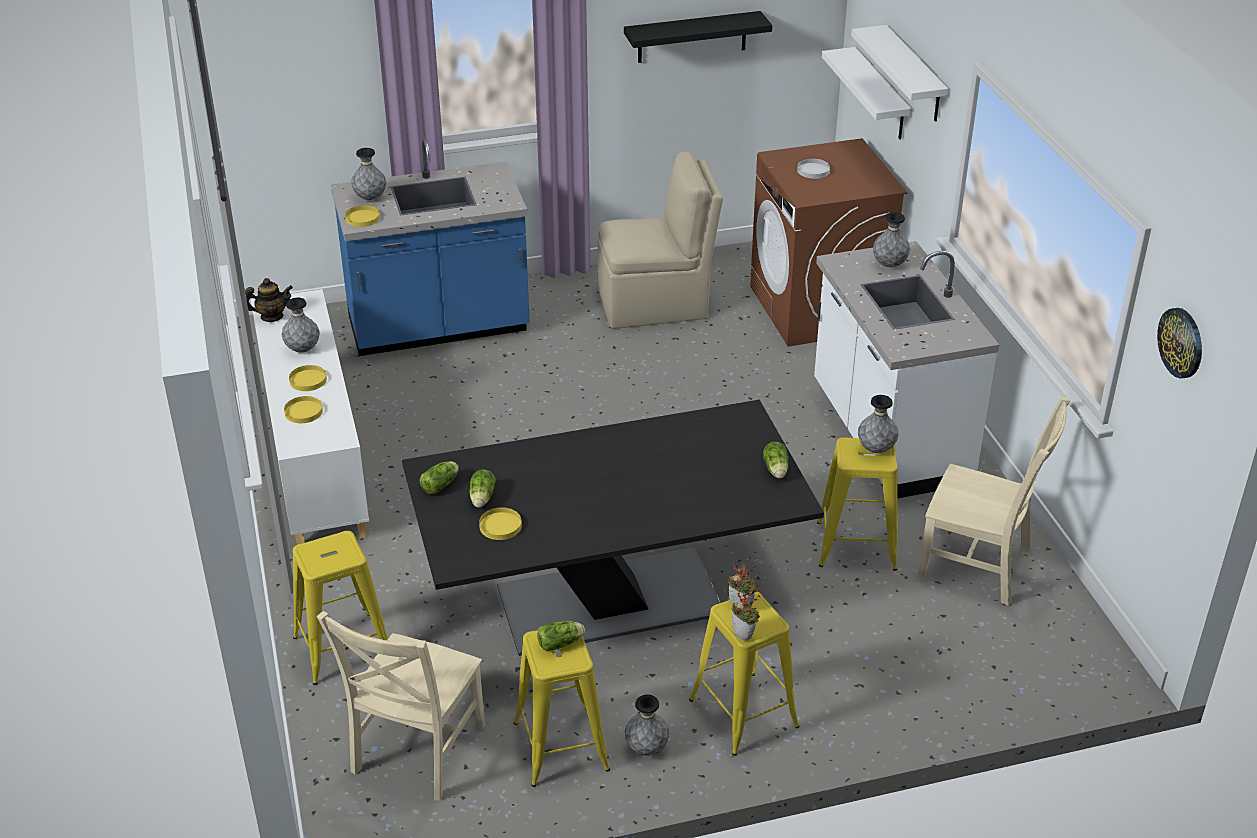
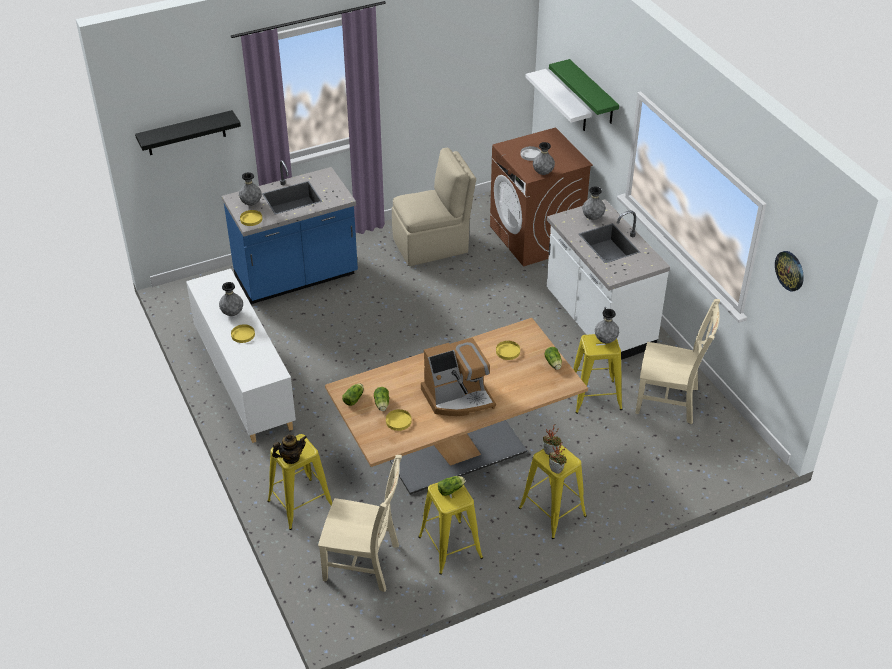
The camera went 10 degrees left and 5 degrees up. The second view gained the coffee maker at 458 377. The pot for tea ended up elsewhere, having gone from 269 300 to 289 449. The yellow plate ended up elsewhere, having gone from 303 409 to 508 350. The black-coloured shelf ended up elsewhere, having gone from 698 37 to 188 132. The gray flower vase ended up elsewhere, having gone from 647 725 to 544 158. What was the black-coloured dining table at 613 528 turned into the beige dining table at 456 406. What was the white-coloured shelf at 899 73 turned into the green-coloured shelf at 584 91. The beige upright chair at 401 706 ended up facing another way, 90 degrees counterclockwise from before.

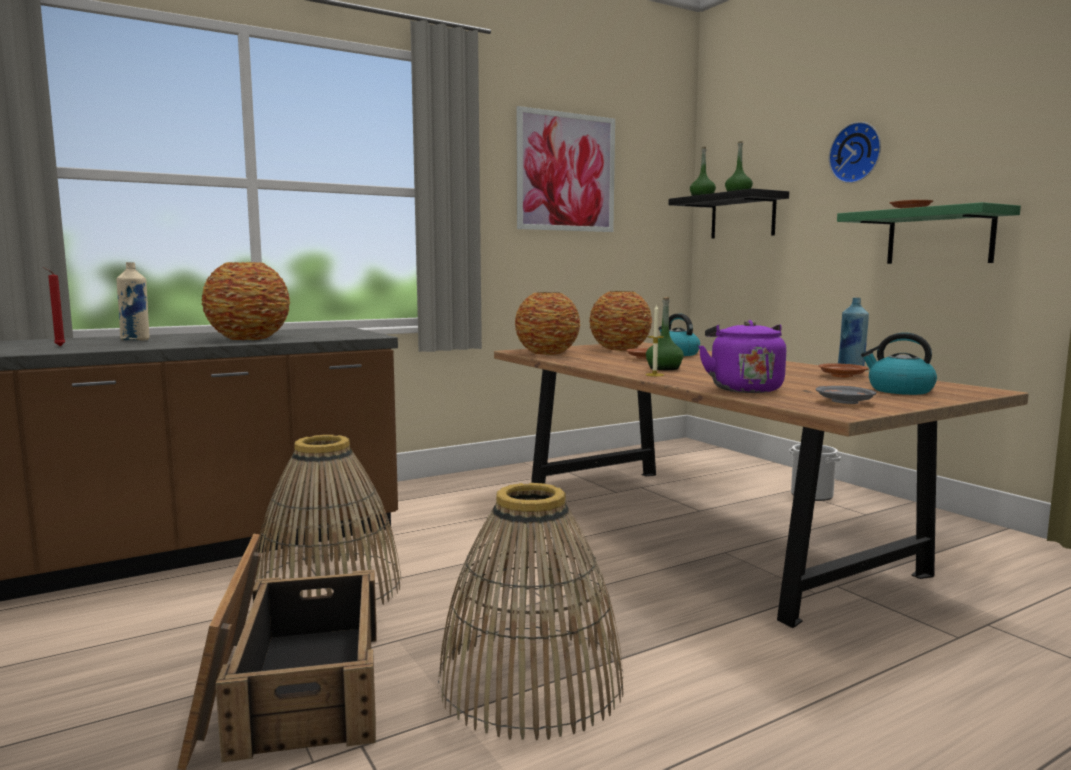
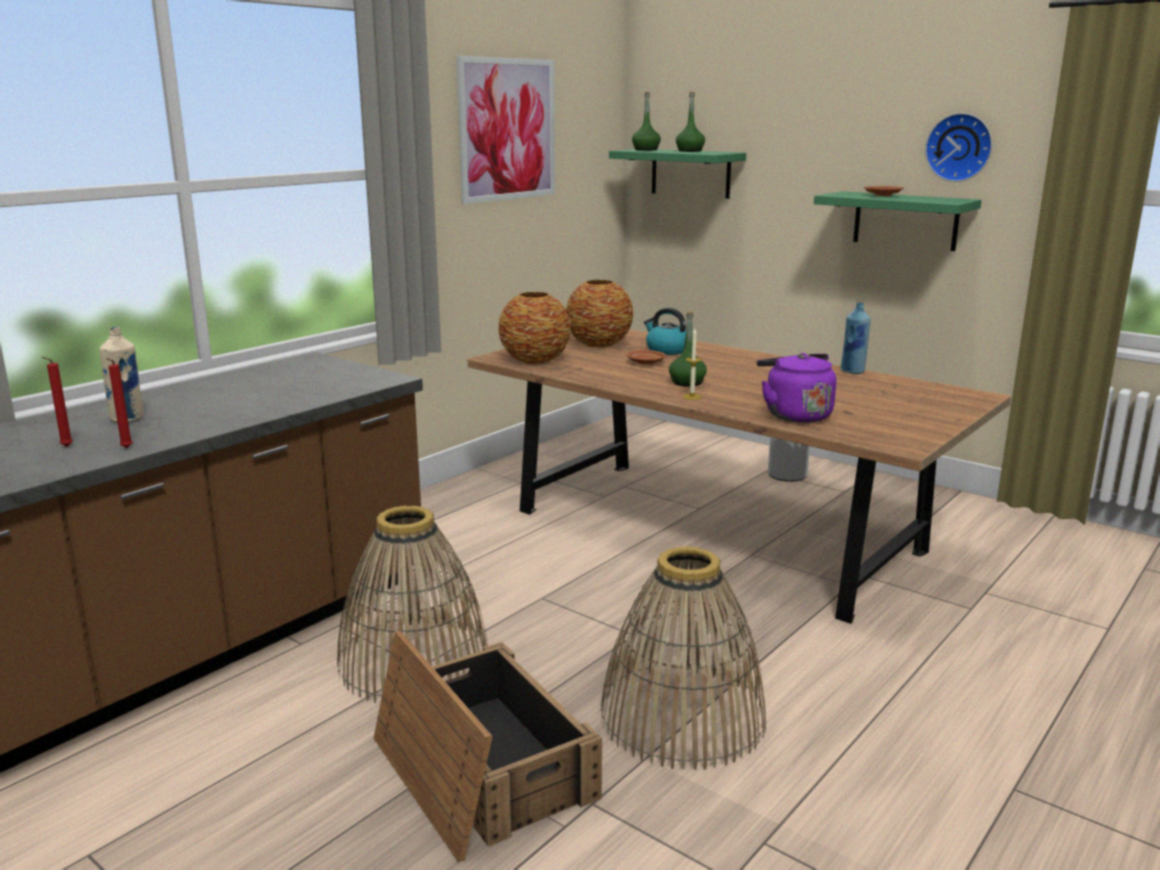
The camera went 20 degrees left and 10 degrees up. The second view lost the flower vase at 245 301. The second view lost the gray plate at 846 395. The second view lost the brown plate at 844 370. The second view lost the kettle at 899 363. The second view gained the red wax light at 119 403. The clock on the wall ended up elsewhere, having gone from 855 152 to 958 147. What was the black-coloured shelf at 728 213 turned into the green-coloured shelf at 677 174.

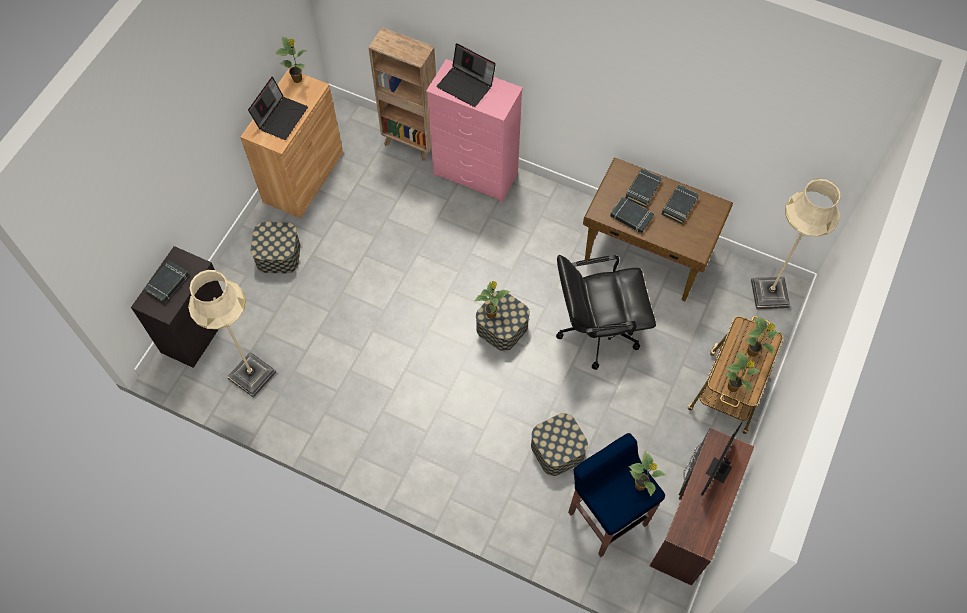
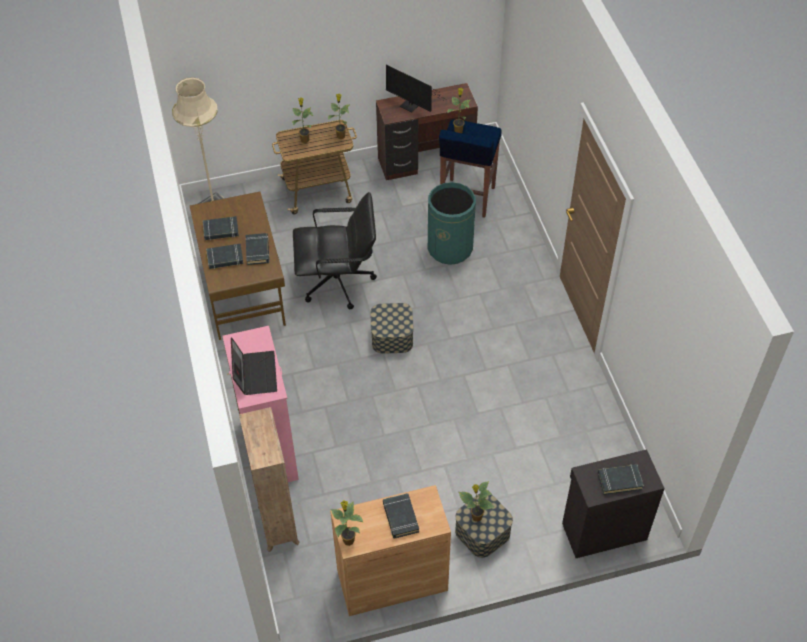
The camera went 130 degrees left and 10 degrees down. The second view lost the beige standard lamp at 232 334. The plant in a pot ended up elsewhere, having gone from 493 300 to 476 501. Where the laptop stood at 278 108, the black-coloured volume came to stand at 401 516. Where the storage box stood at 559 444, the green-coloured trash can came to stand at 452 223. The black-coloured desk chair at 606 312 ended up facing another way, 45 degrees counterclockwise from before. The computer display at 722 460 ended up facing another way, 45 degrees clockwise from before.

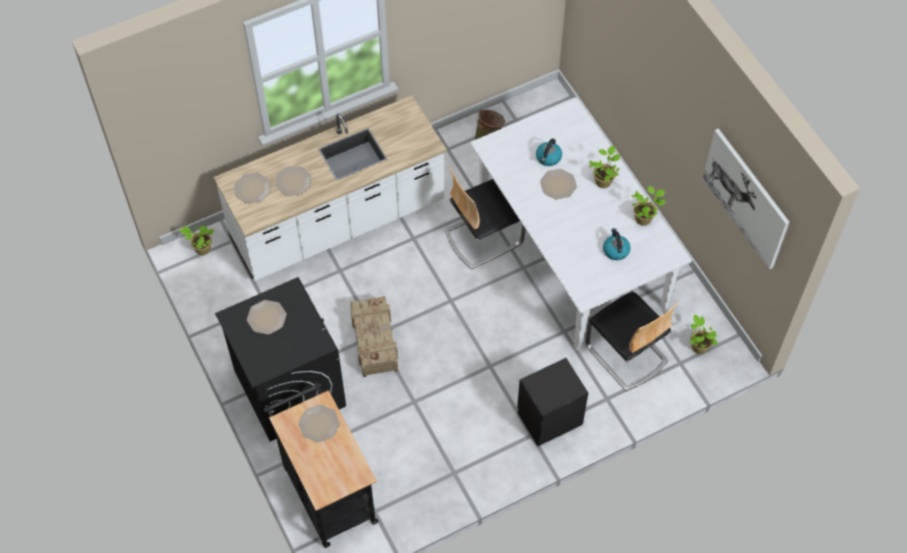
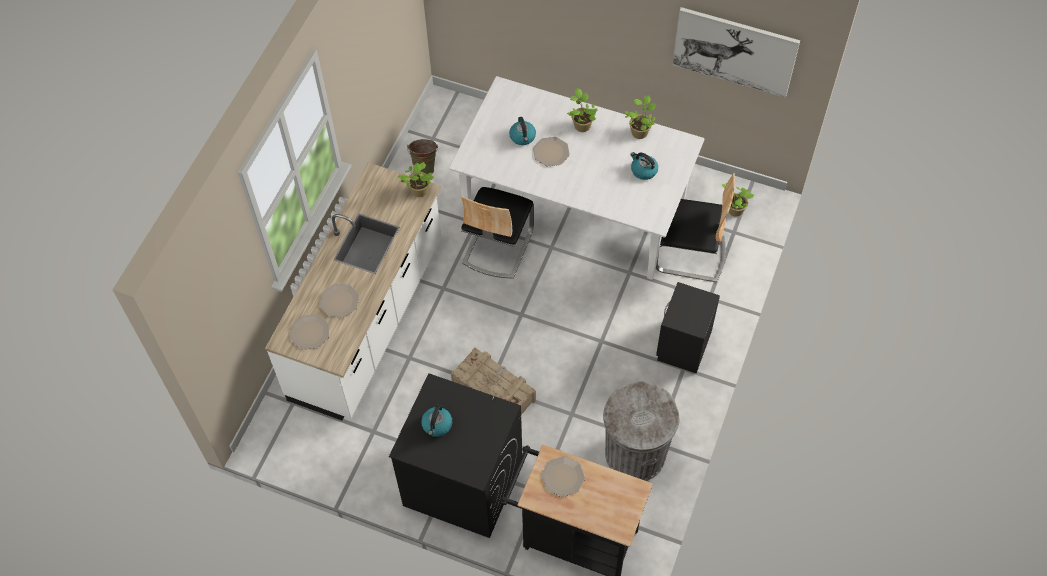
The camera went 40 degrees left and 0 degrees up. The second view gained the gray trash can at 641 431. The plant in a pot ended up elsewhere, having gone from 196 240 to 416 179. Where the plate stood at 267 317, the kettle came to stand at 436 421.

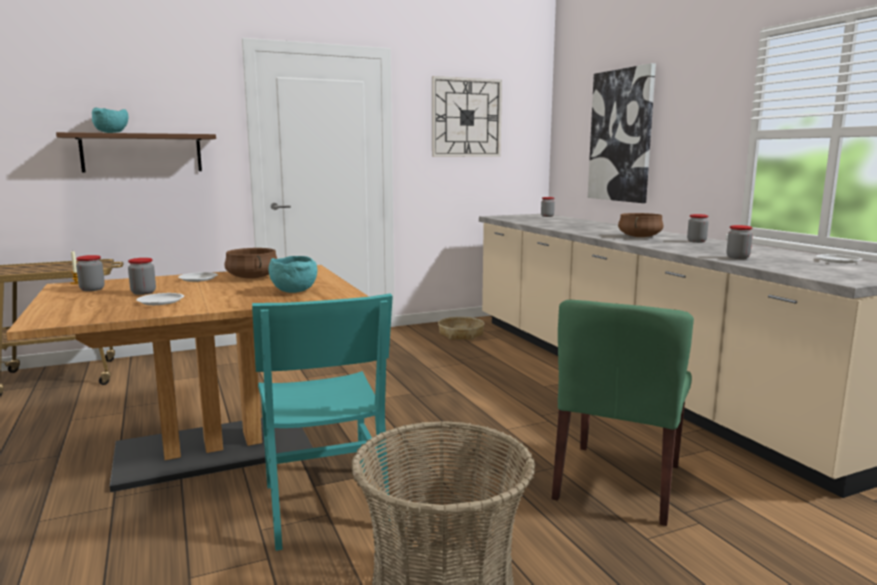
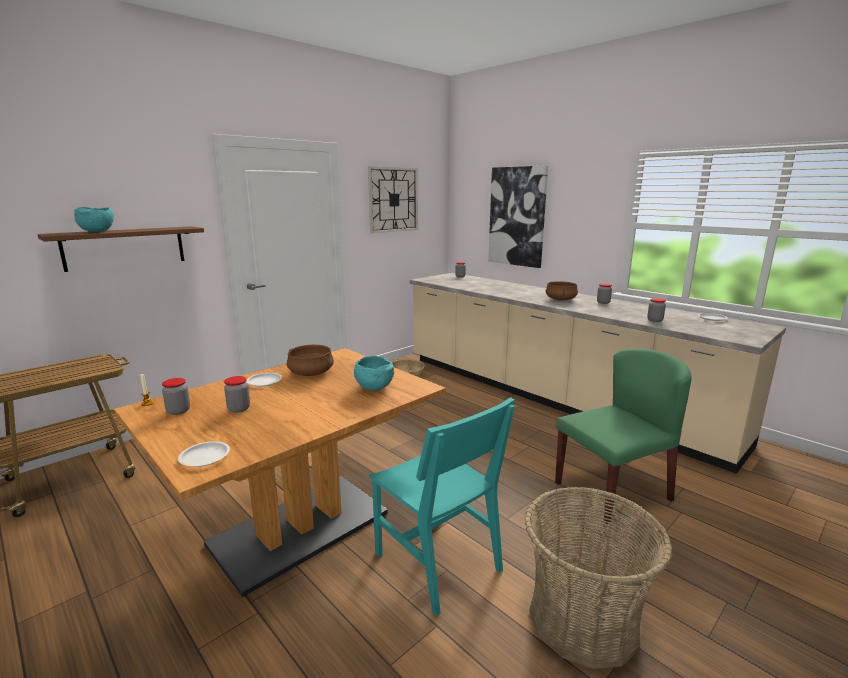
The camera went 20 degrees left and 5 degrees up. The white-coloured plate ended up elsewhere, having gone from 160 299 to 204 454. The green-coloured upright chair at 623 413 ended up facing another way, 120 degrees counterclockwise from before.

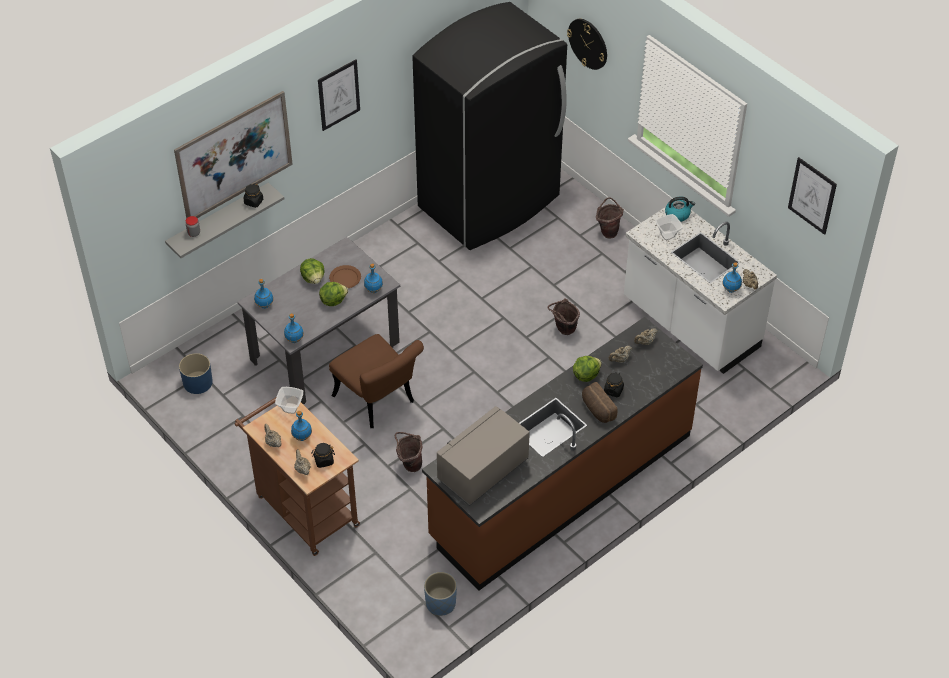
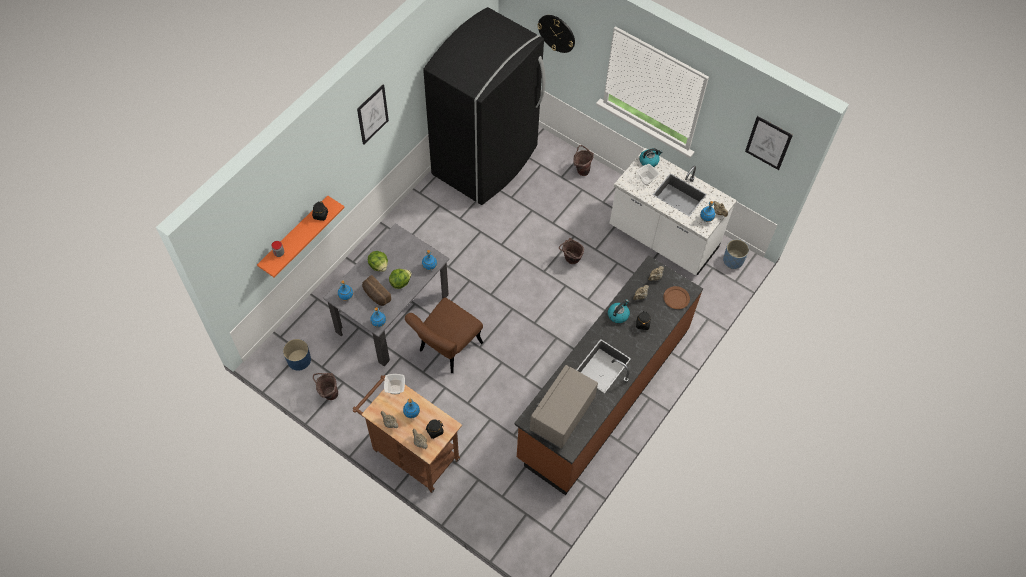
The camera went 15 degrees left and 10 degrees up. The second view lost the wall picture at 233 155. The brown plate ended up elsewhere, having gone from 345 276 to 676 297. The brown water bucket ended up elsewhere, having gone from 408 452 to 325 386. The blue planter ended up elsewhere, having gone from 440 594 to 736 254. The bakery bread ended up elsewhere, having gone from 600 402 to 376 290. Where the head of lettuce stood at 587 369, the kettle came to stand at 619 311. What was the gray shelf at 224 220 turned into the orange-coloured shelf at 300 236. The brown upright chair at 376 381 ended up facing another way, 90 degrees clockwise from before.

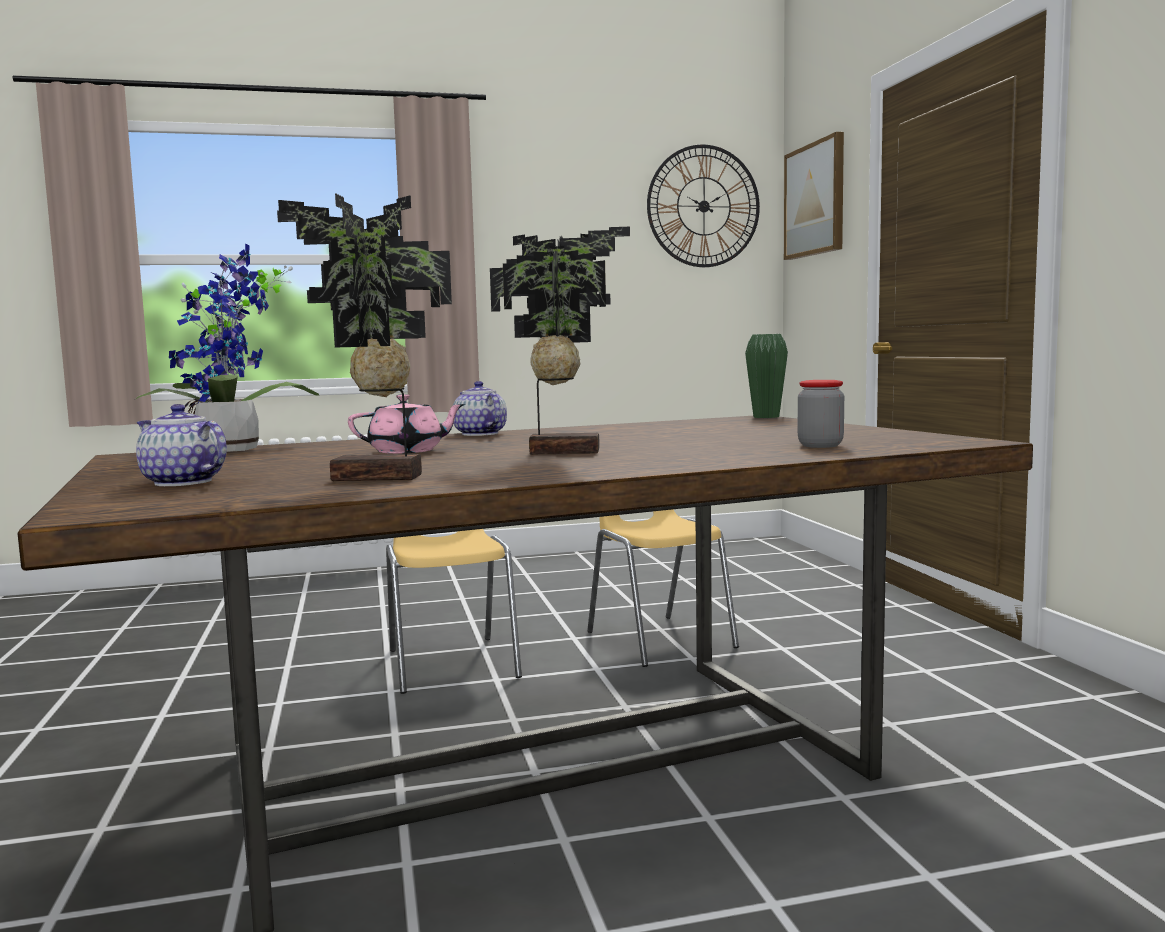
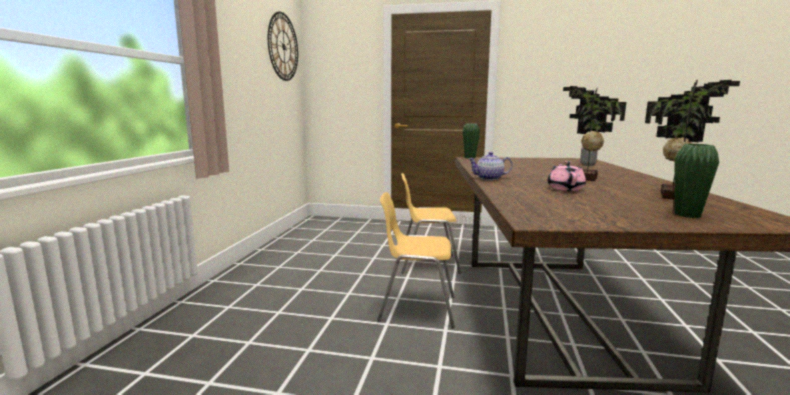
The camera went 65 degrees left and 5 degrees up. The second view lost the plant in a pot at 227 347. The second view lost the wall picture at 814 196. Where the pot for tea stood at 181 445, the green-coloured flower vase came to stand at 697 181.

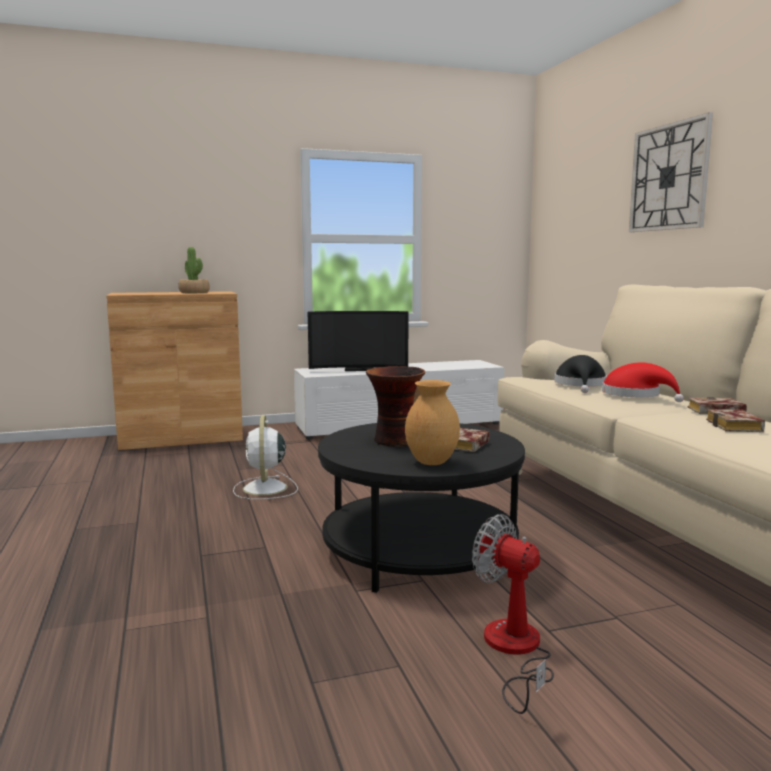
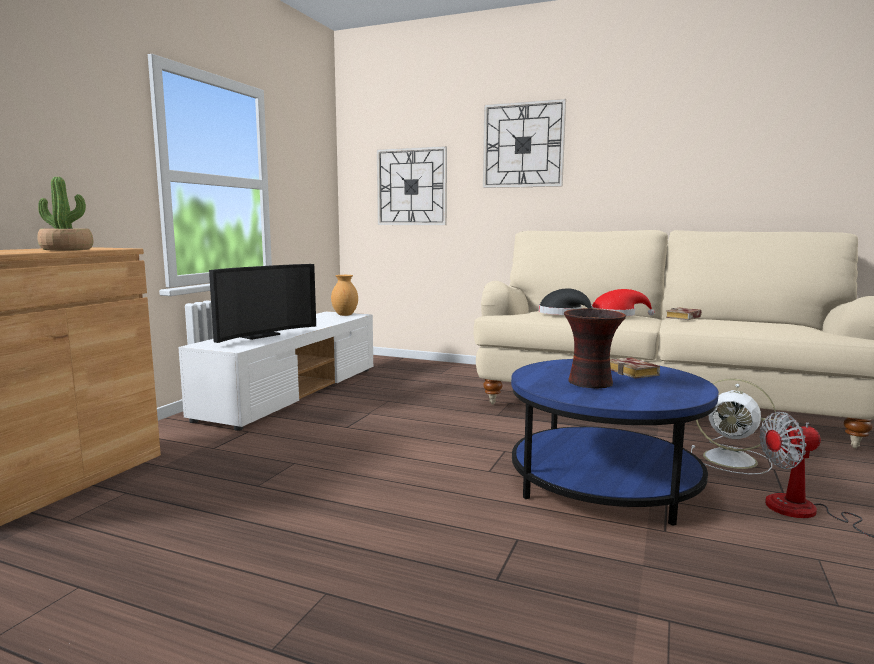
The camera went 50 degrees left and 0 degrees up. The second view lost the volume at 735 420. The second view gained the clock on the wall at 412 185. The white-coloured electric fan ended up elsewhere, having gone from 265 457 to 733 426. The brown flower vase ended up elsewhere, having gone from 432 422 to 344 295. What was the black-coloured low table at 421 508 turned into the blue low table at 615 442.

